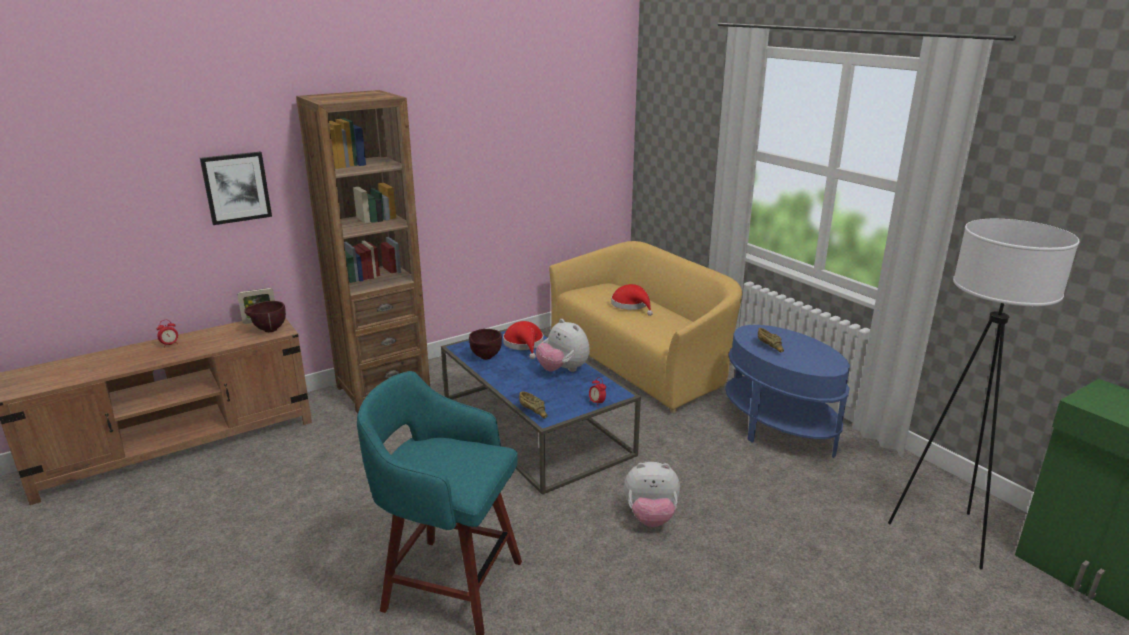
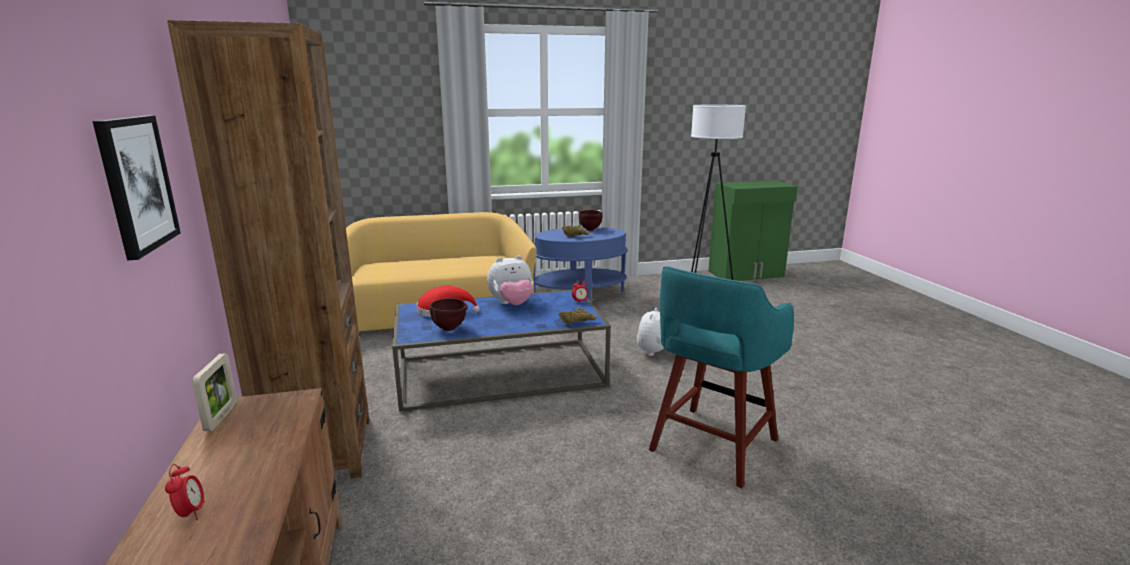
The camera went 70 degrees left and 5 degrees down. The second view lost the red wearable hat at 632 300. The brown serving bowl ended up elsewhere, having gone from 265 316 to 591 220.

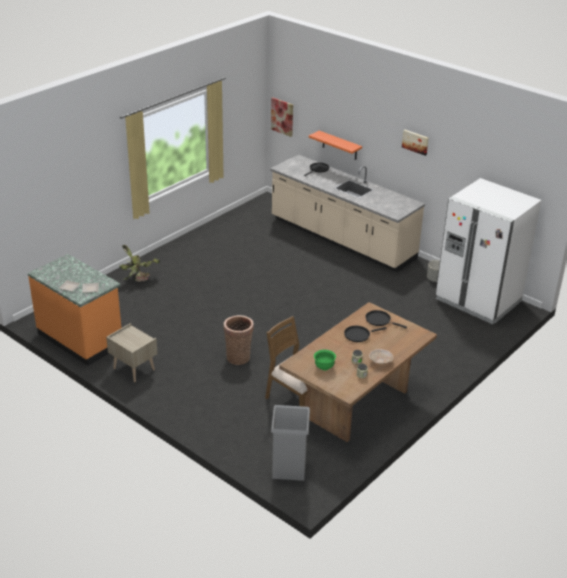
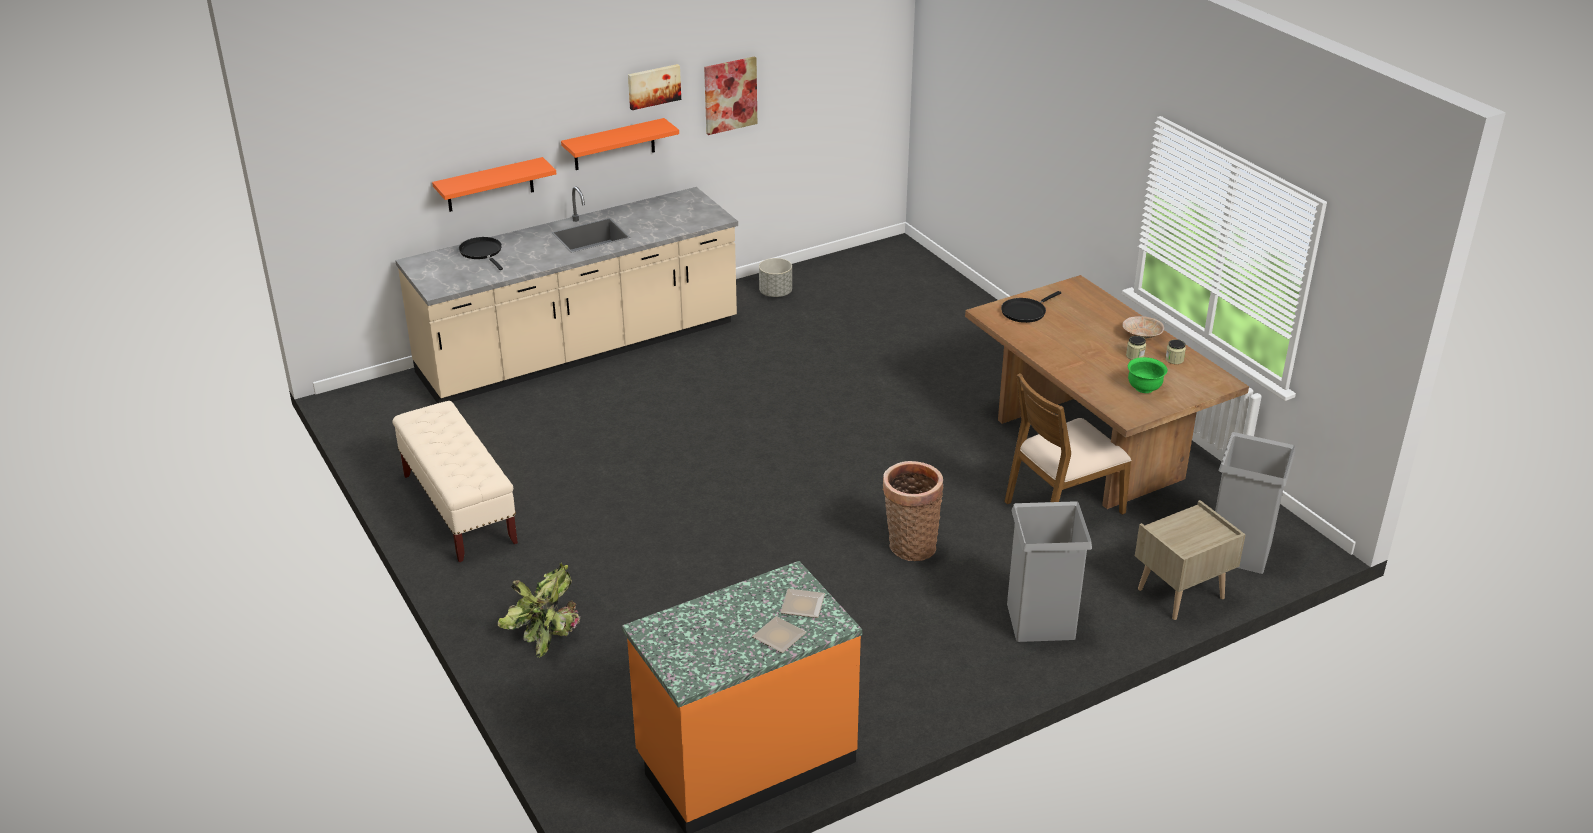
The camera went 70 degrees left and 0 degrees up. The second view lost the black-coloured skillet at 365 334. The second view lost the white-coloured kitchen fridge at 488 251. The second view gained the beige long seat at 455 481. The second view gained the orange-coloured shelf at 620 144. The second view gained the gray trash can at 1049 571. The beige nightstand ended up elsewhere, having gone from 132 352 to 1190 560. The wall picture ended up elsewhere, having gone from 282 117 to 730 95.

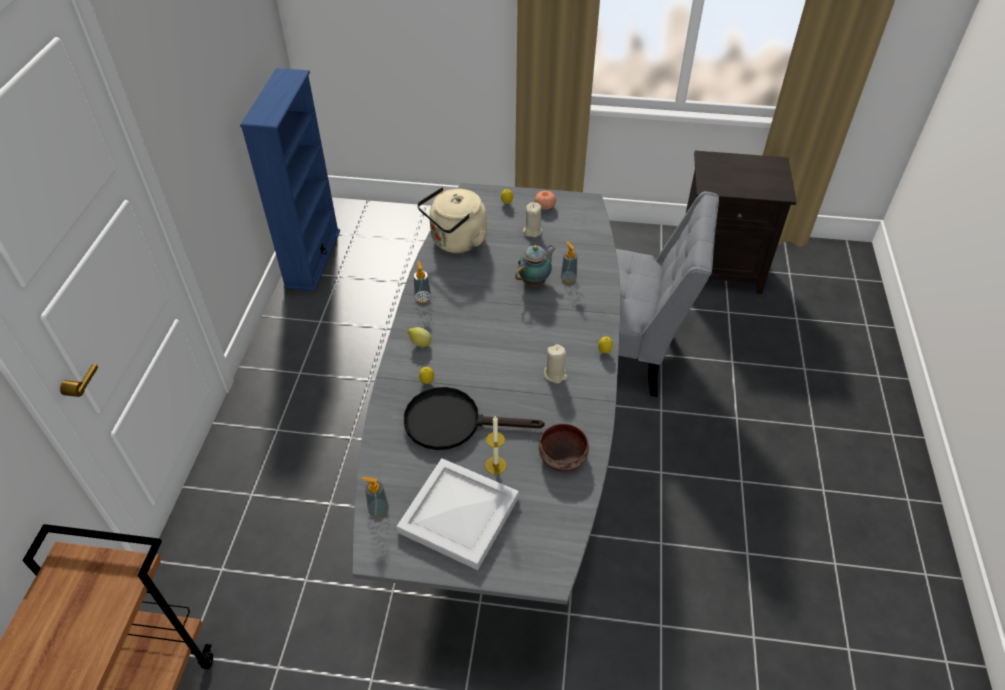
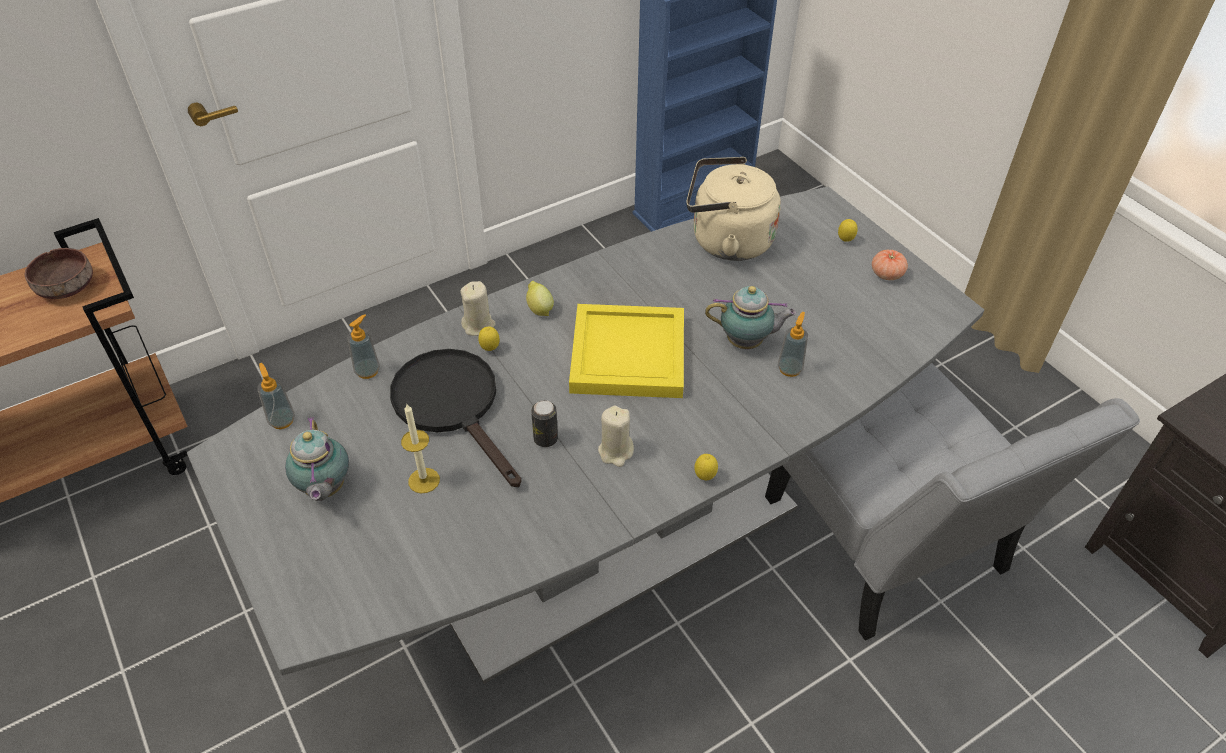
The camera went 50 degrees right and 0 degrees up. The second view gained the can at 544 423. The second view gained the yellow serving tray at 626 351. The liquid soap bottle ended up elsewhere, having gone from 422 282 to 363 346. The beige wax light ended up elsewhere, having gone from 532 219 to 478 308. The brown serving bowl ended up elsewhere, having gone from 564 447 to 59 273. Where the white-coloured serving tray stood at 458 514, the pot for tea came to stand at 317 459.

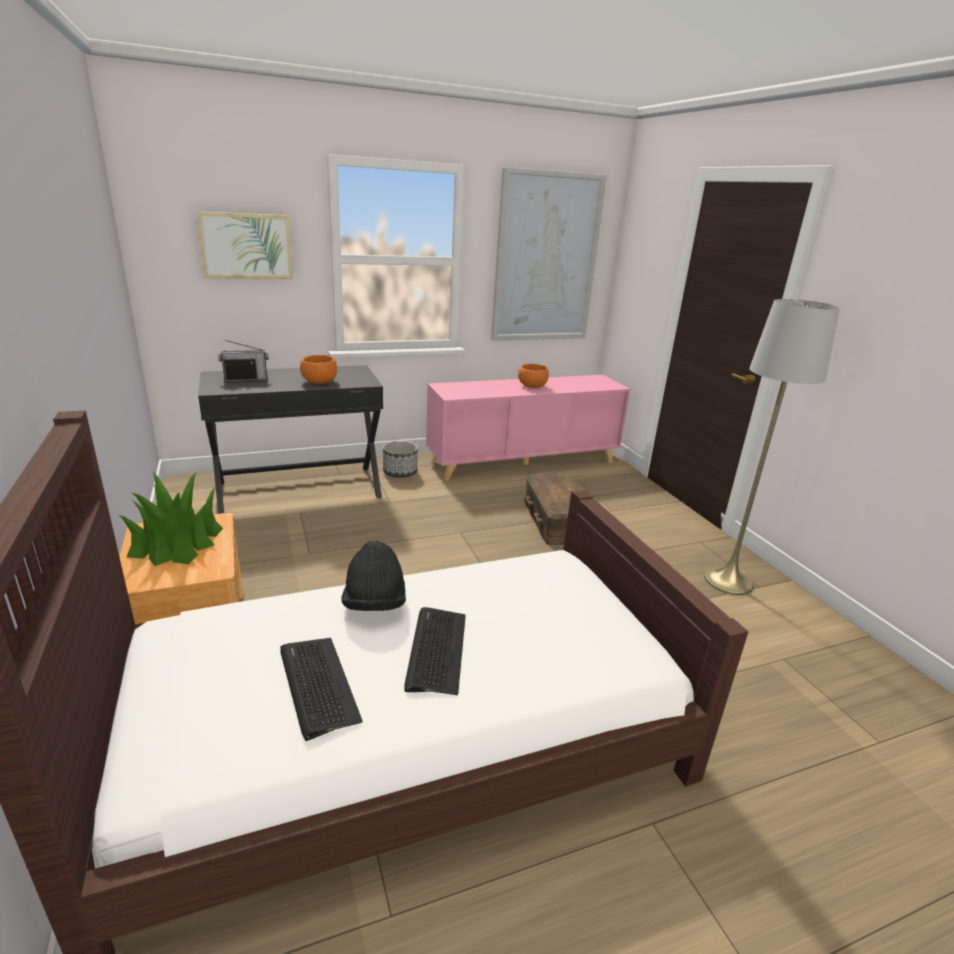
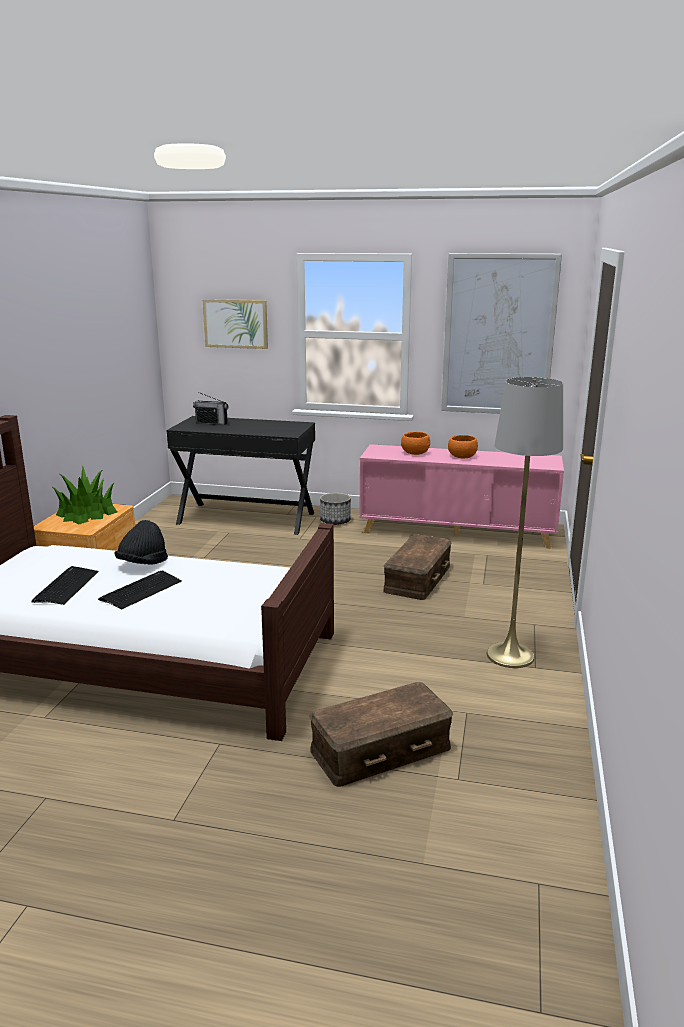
The camera went 35 degrees right and 5 degrees down. The second view gained the brown storage box at 381 734. The orange-coloured serving bowl ended up elsewhere, having gone from 318 369 to 415 443.

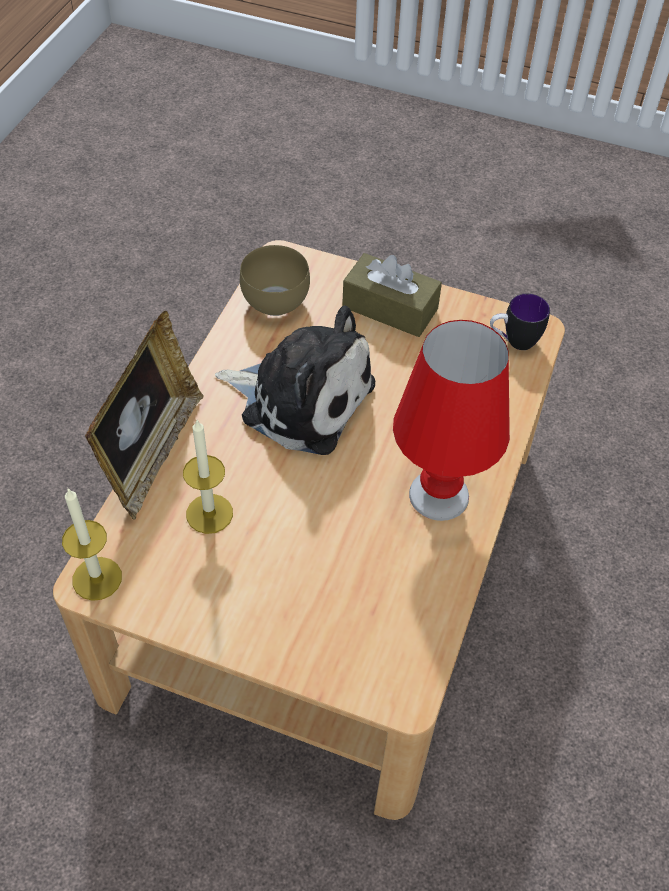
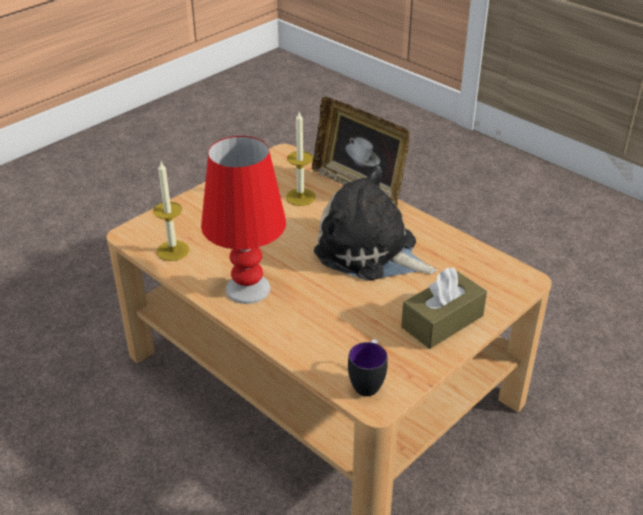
The camera went 115 degrees right and 15 degrees down. The second view lost the brown serving bowl at 275 280. The wax light ended up elsewhere, having gone from 92 544 to 171 211. The cuddly toy at 295 380 ended up facing another way, 75 degrees clockwise from before.

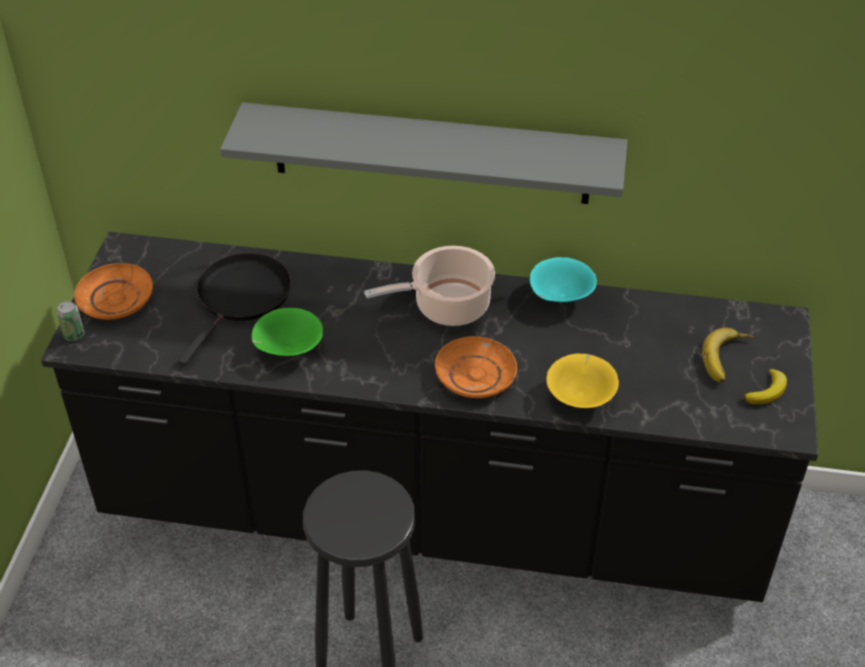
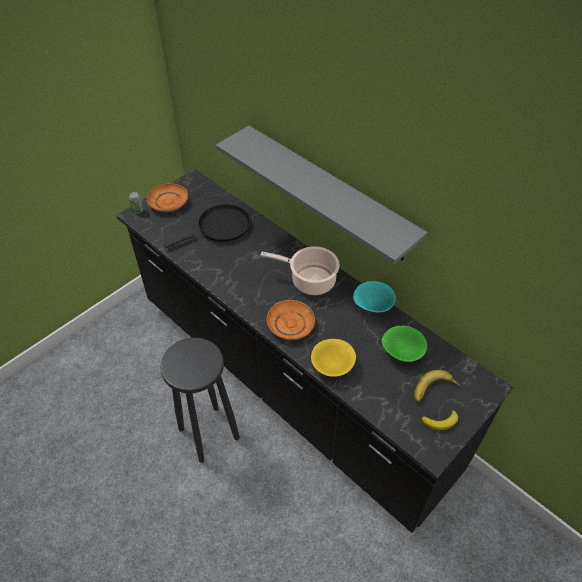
The camera went 35 degrees right and 5 degrees up. The green-coloured serving bowl ended up elsewhere, having gone from 287 332 to 404 343.

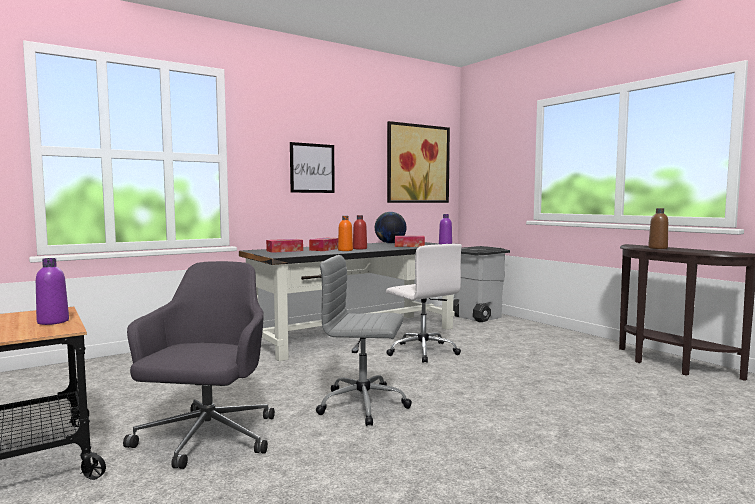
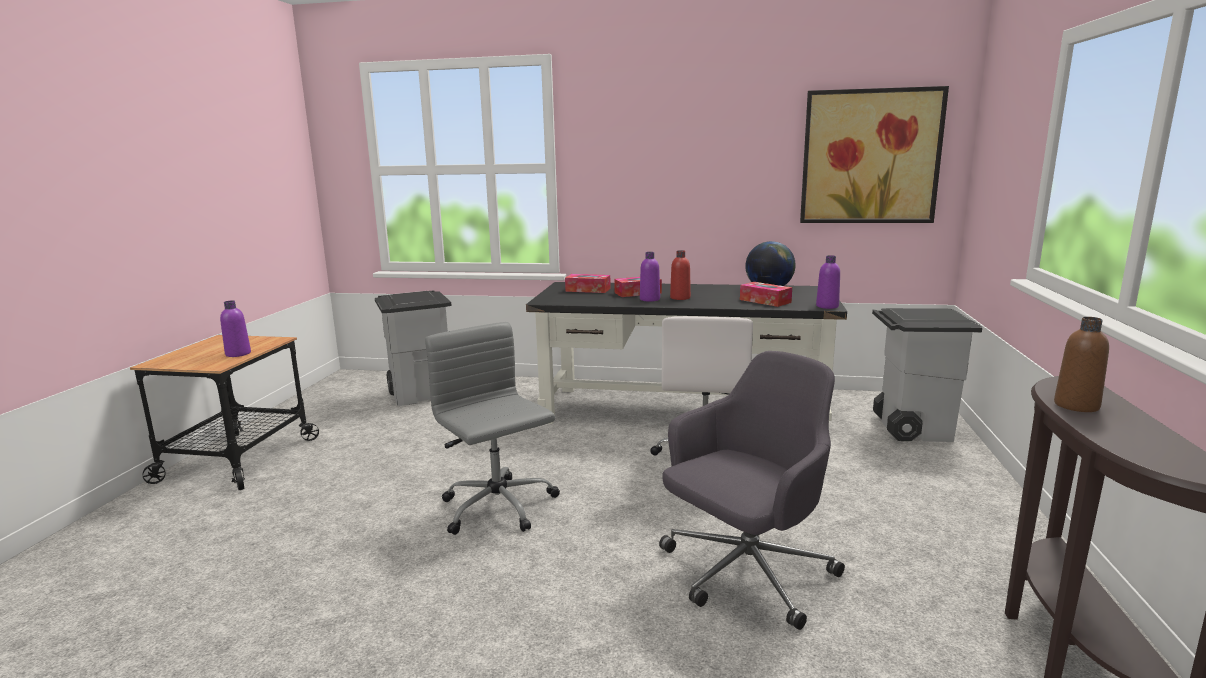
The camera went 45 degrees right and 10 degrees up. The second view lost the wall picture at 312 167. The second view gained the gray trash can at 413 348. The gray desk chair ended up elsewhere, having gone from 199 365 to 752 490. What was the orange-coloured drink bottle at 345 233 turned into the purplish drink bottle at 650 277.

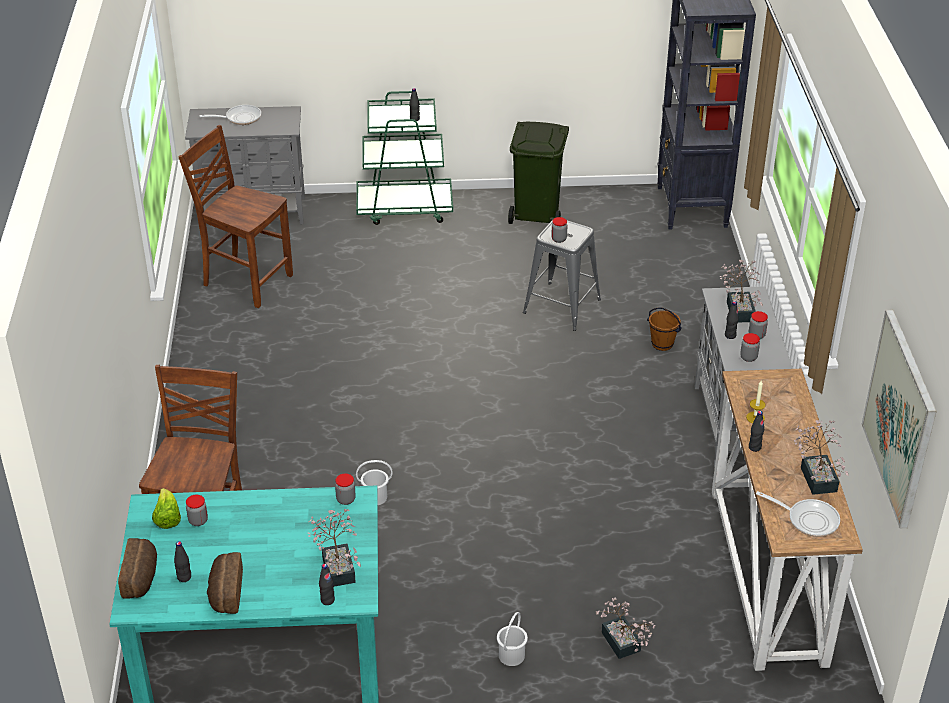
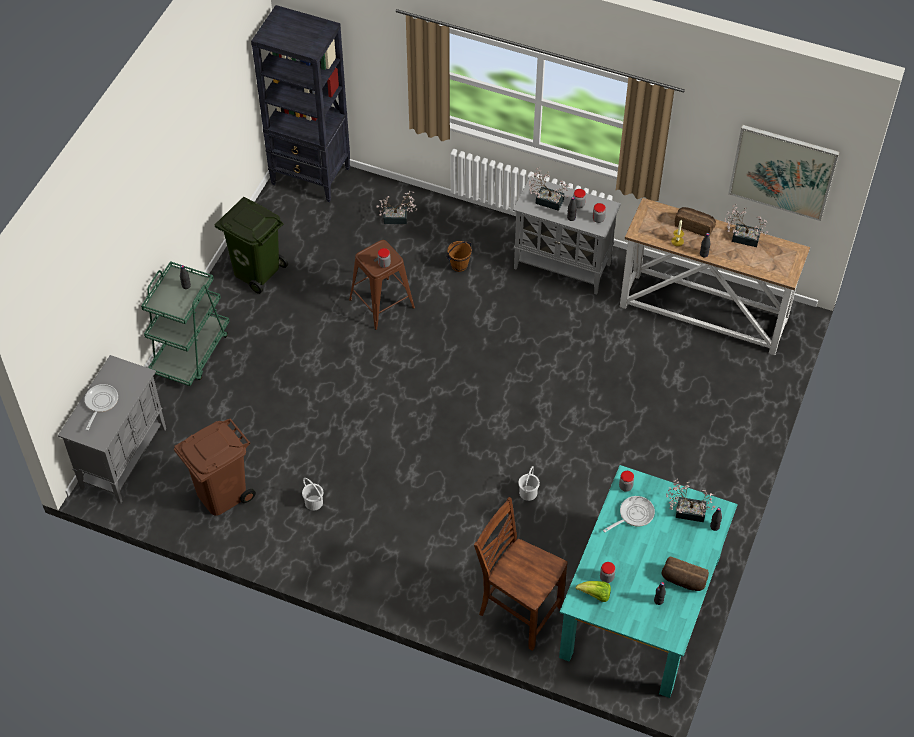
The camera went 65 degrees left and 15 degrees up. The bakery bread ended up elsewhere, having gone from 137 568 to 695 221. The white-coloured water bucket ended up elsewhere, having gone from 512 639 to 312 494. The plant in a pot ended up elsewhere, having gone from 626 628 to 396 207. The skillet ended up elsewhere, having gone from 798 514 to 629 514. Where the brown upright chair stood at 236 216, the brown trash can came to stand at 215 467. What was the gray stool seat at 562 275 turned into the brown stool seat at 382 285.

